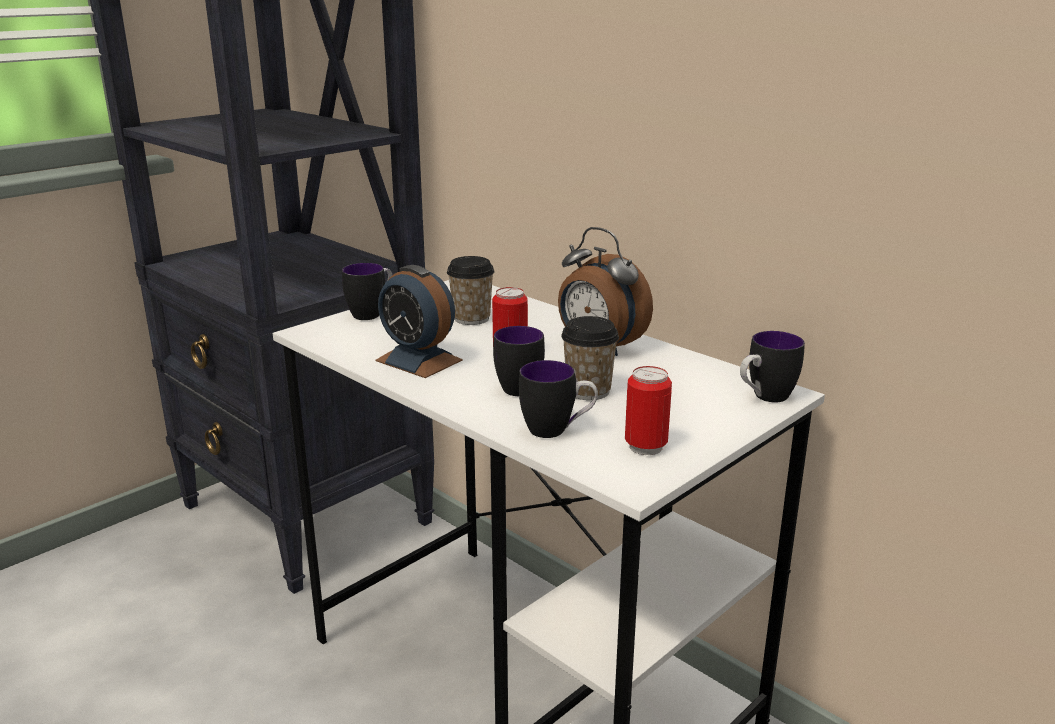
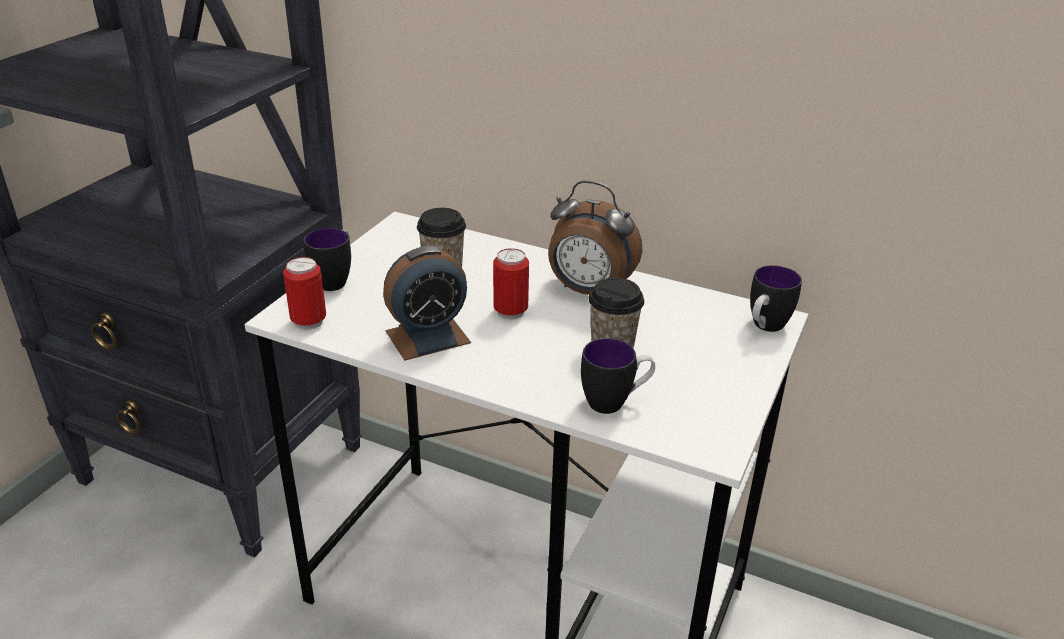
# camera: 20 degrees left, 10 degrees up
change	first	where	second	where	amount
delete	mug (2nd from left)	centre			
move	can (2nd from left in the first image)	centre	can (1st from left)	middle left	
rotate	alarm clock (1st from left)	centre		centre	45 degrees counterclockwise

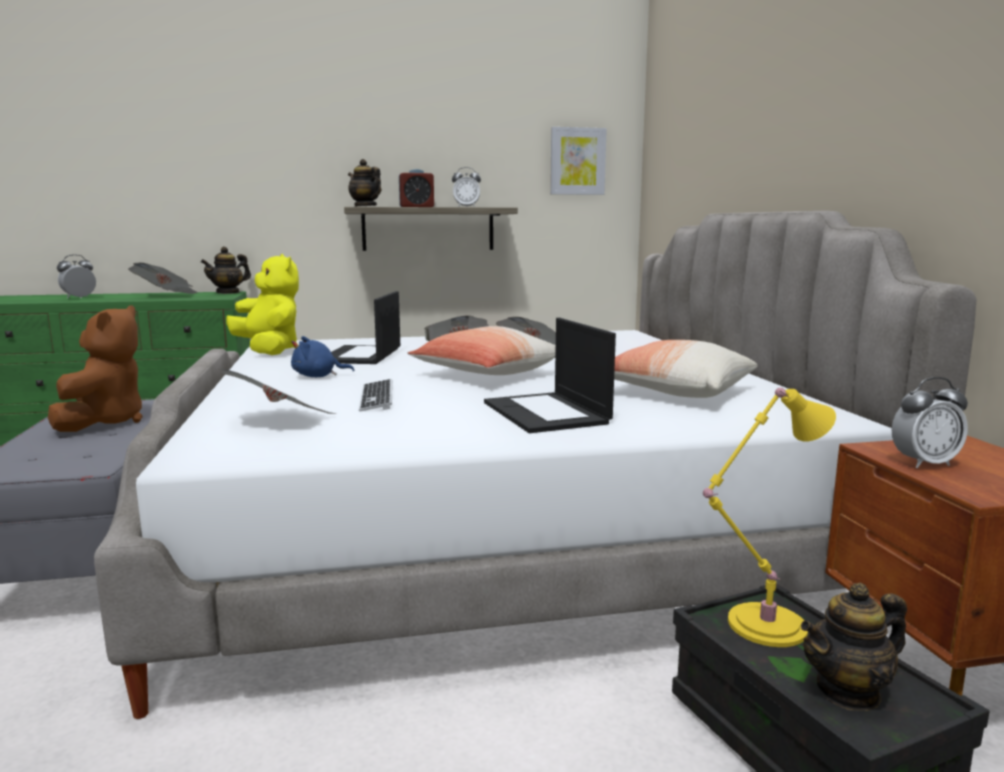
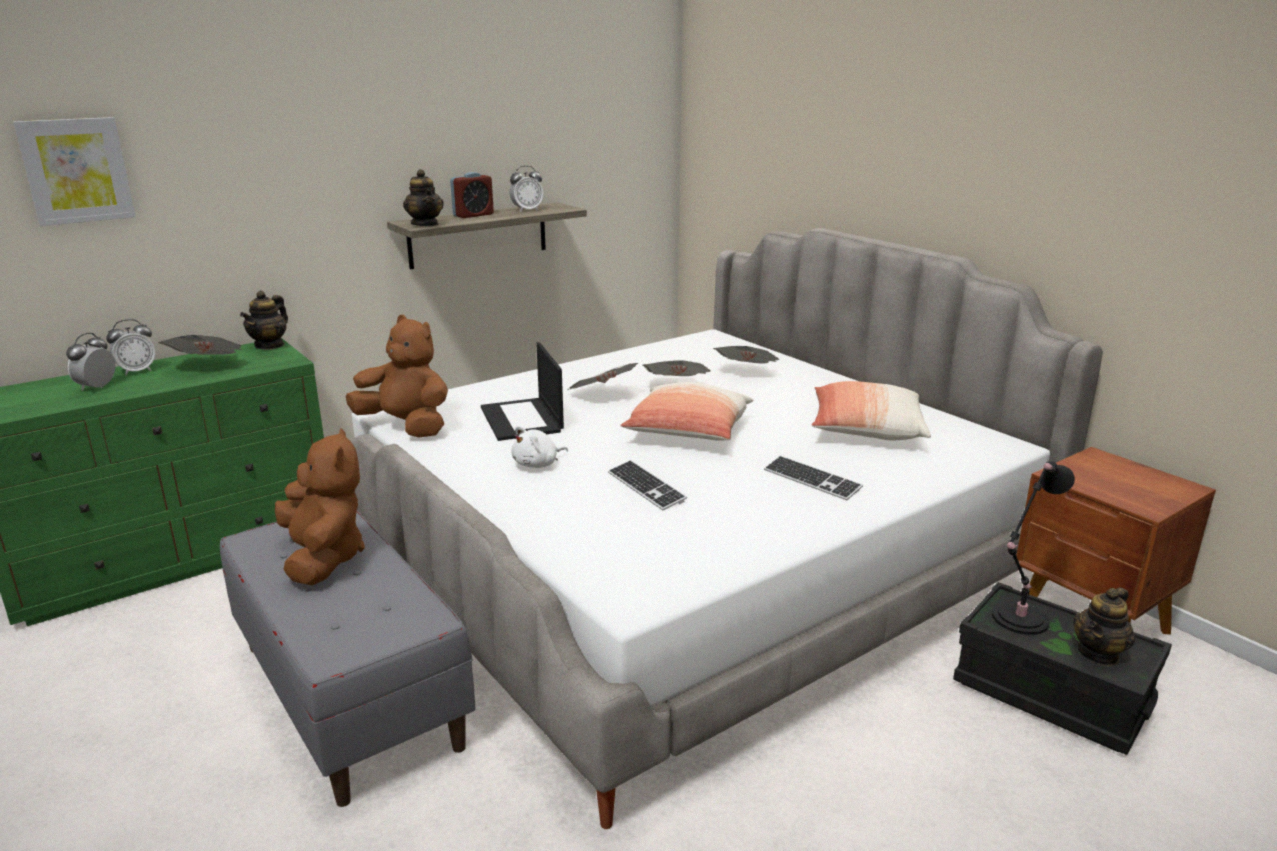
# camera: 25 degrees left, 10 degrees up
change	first	where	second	where	amount
move	newspaper (2nd from left in the first image)	middle left	newspaper (4th from left)	centre	
move	picture	top centre		top left	
move	alarm clock (4th from left in the first image)	middle right	alarm clock (2nd from left)	middle left	
replace	laptop (2nd from left)	centre	keyboard (2nd from left)	centre	
recolor	plush toy (yellow)	middle left	plush toy (brown) (2nd from left)	middle left	
recolor	plush toy (blue)	middle left	plush toy (white)	centre	
recolor	table lamp (yellow)	bottom right	table lamp (black)	middle right	
rotate	teapot (2nd from left)	top centre		top left	135 degrees counterclockwise

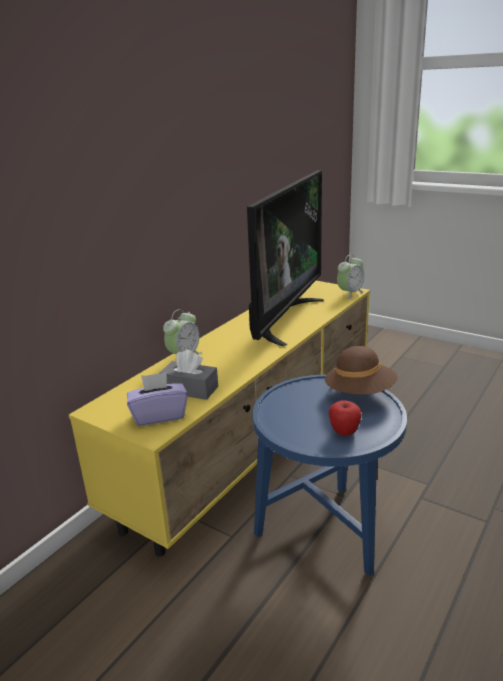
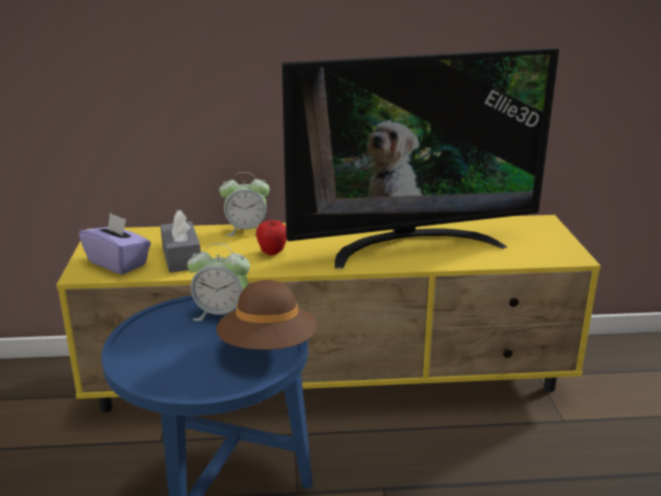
# camera: 50 degrees right, 0 degrees up
change	first	where	second	where	amount
move	apple	middle right		centre	
move	alarm clock (2nd from left in the first image)	middle right	alarm clock (1st from left)	middle left	

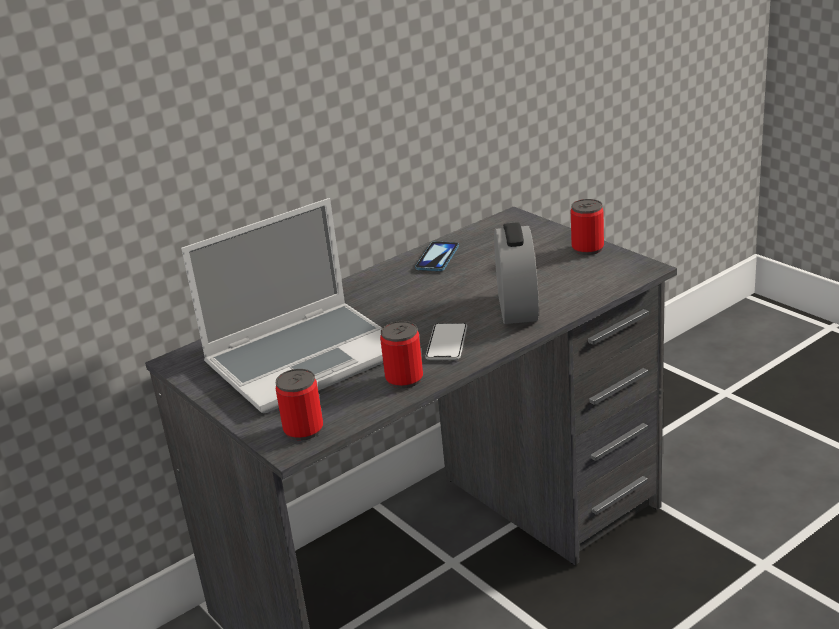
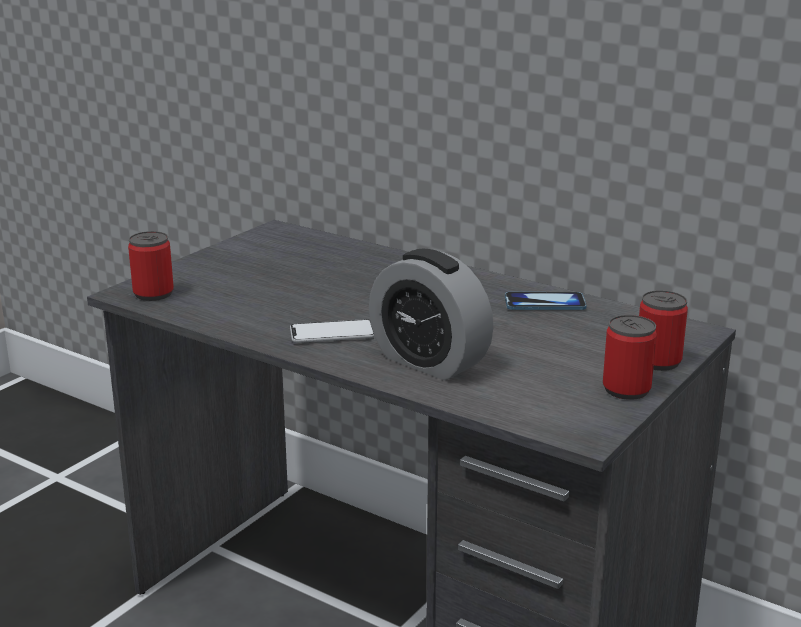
# camera: 70 degrees right, 5 degrees down
change	first	where	second	where	amount
delete	laptop	centre			
move	can (2nd from left in the first image)	centre	can (3rd from left)	middle right	
rotate	alarm clock	centre		centre	60 degrees clockwise

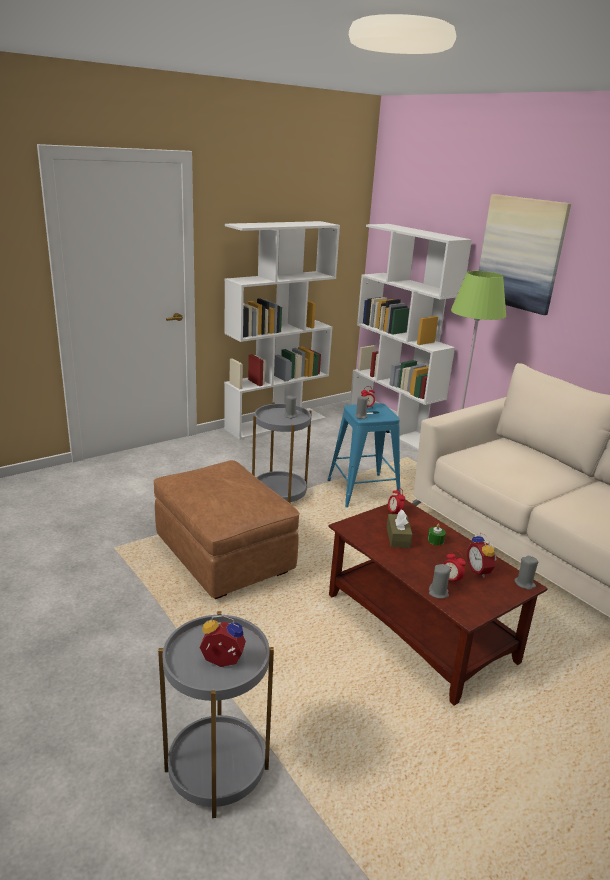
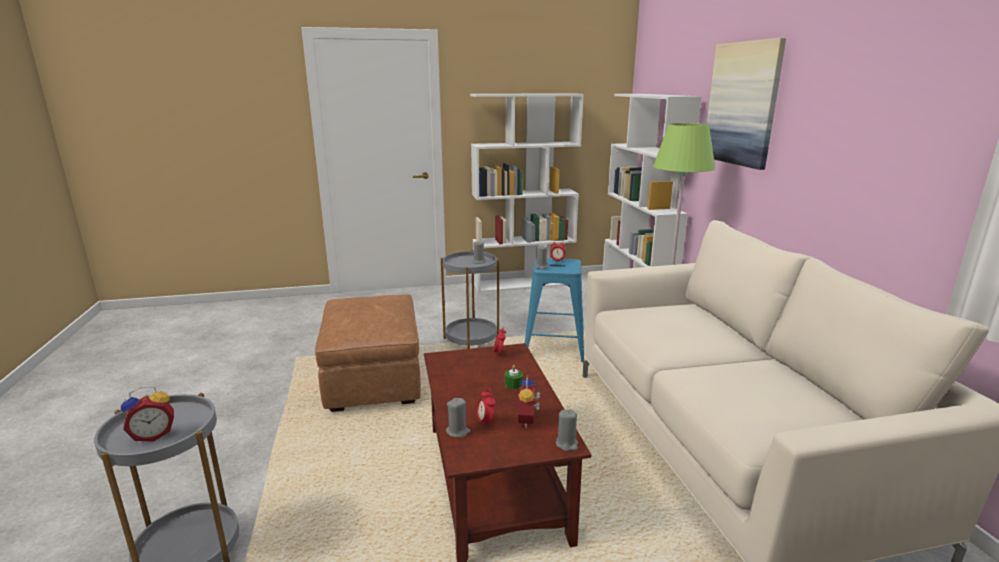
# camera: 25 degrees right, 5 degrees down
change	first	where	second	where	amount
delete	tissue box (brown)	centre			
rotate	alarm clock (1st from left)	bottom centre		bottom left	120 degrees clockwise

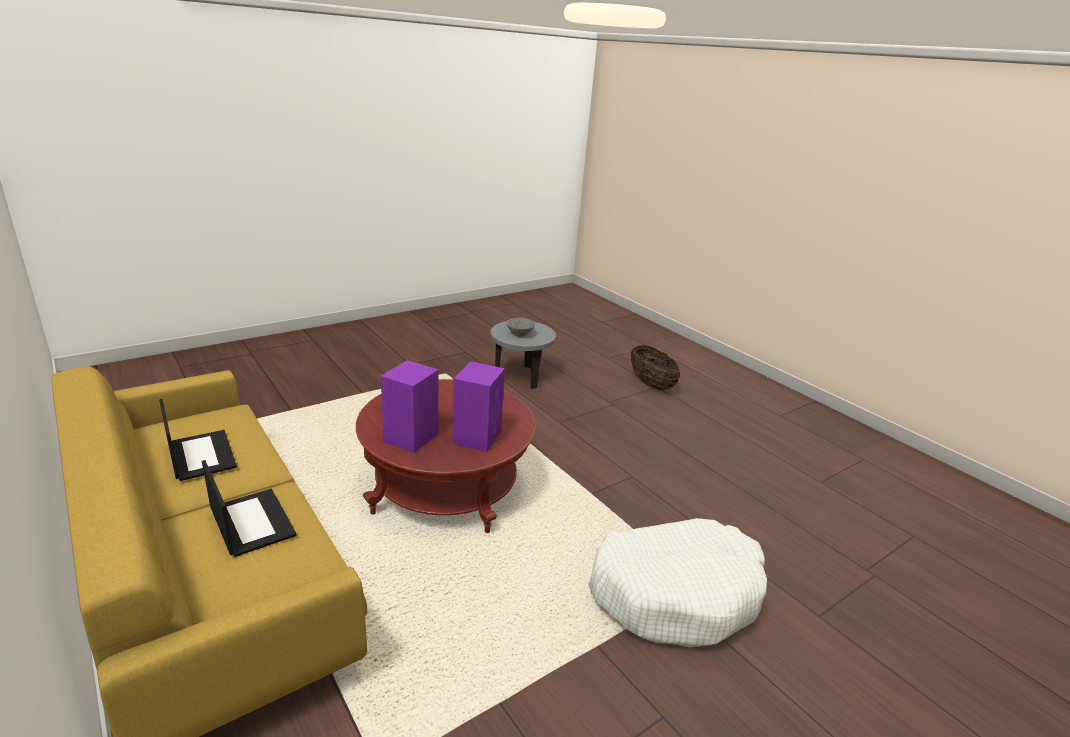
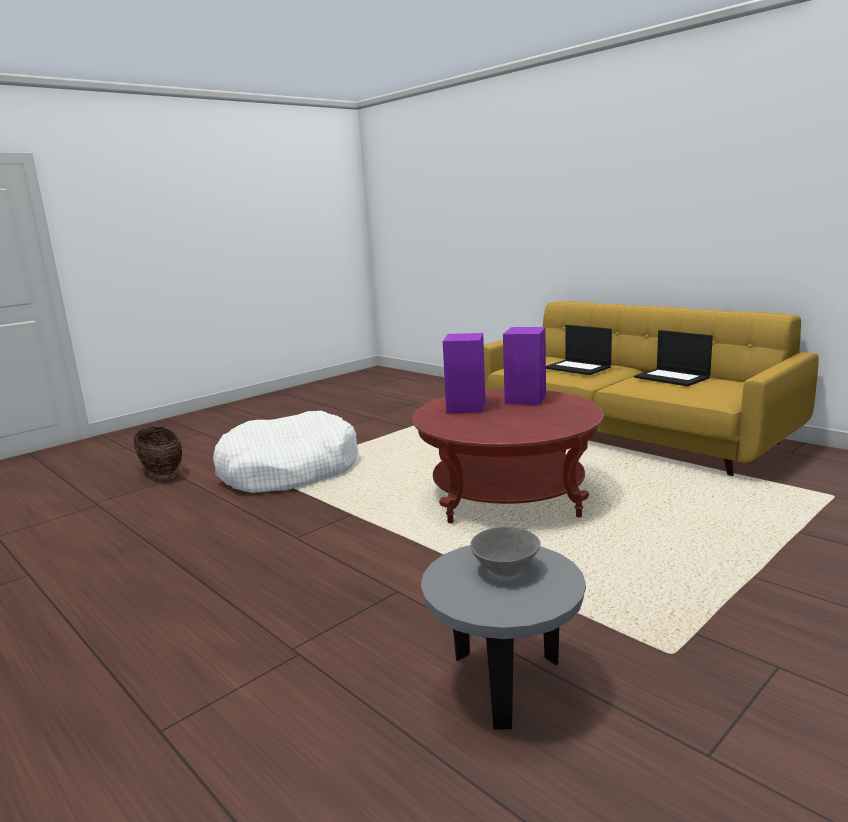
# camera: 175 degrees right, 10 degrees down
change	first	where	second	where	amount
move	basket	centre		middle left	

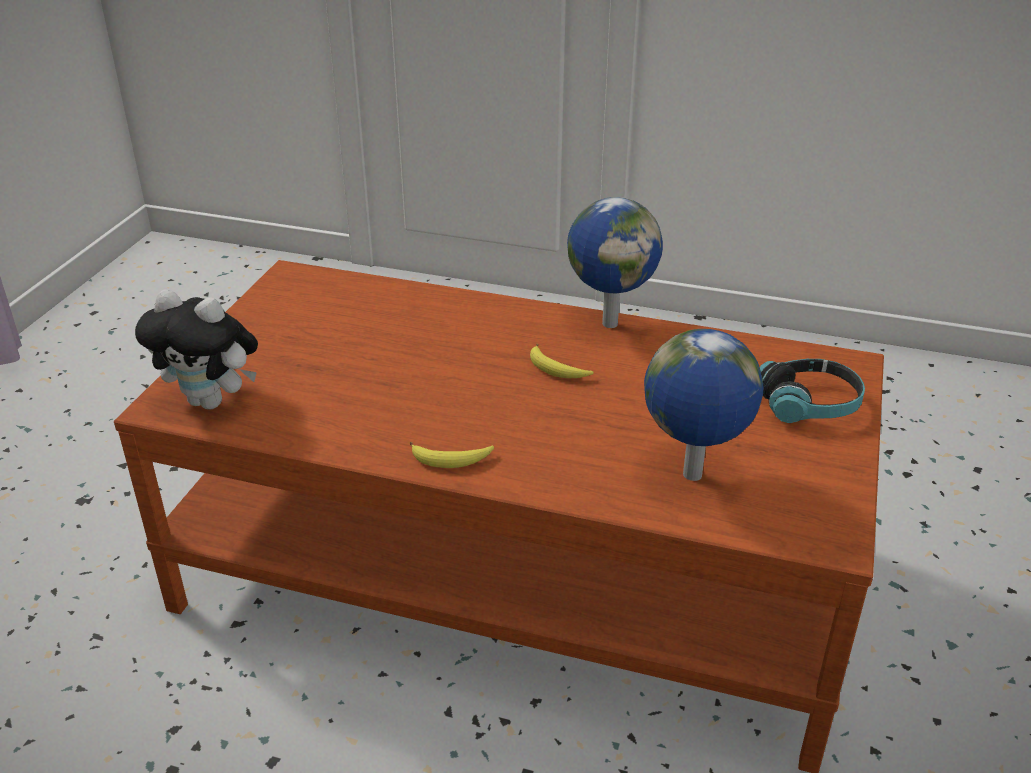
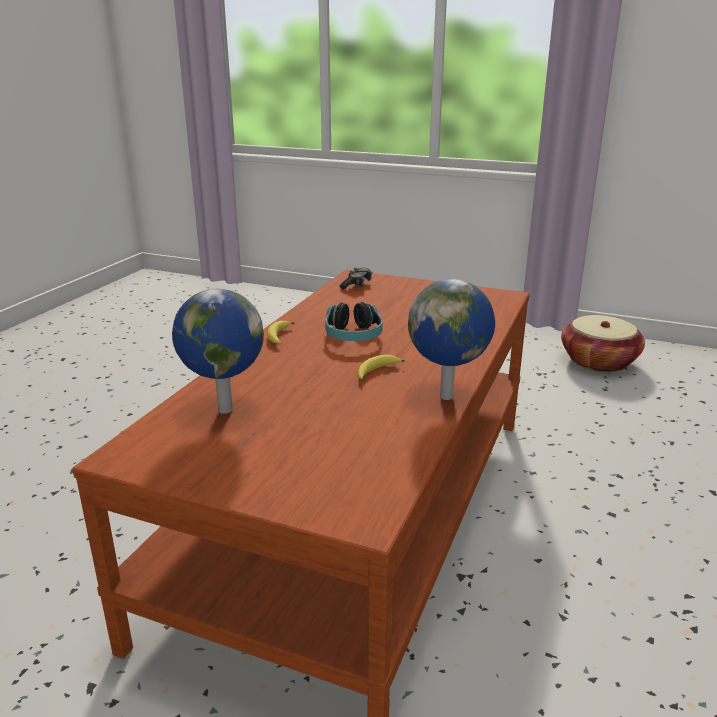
# camera: 95 degrees right, 10 degrees down
change	first	where	second	where	amount
insert			basket	middle right	
move	headphones	middle right		centre	
replace	plush toy	middle left	game controller	centre	

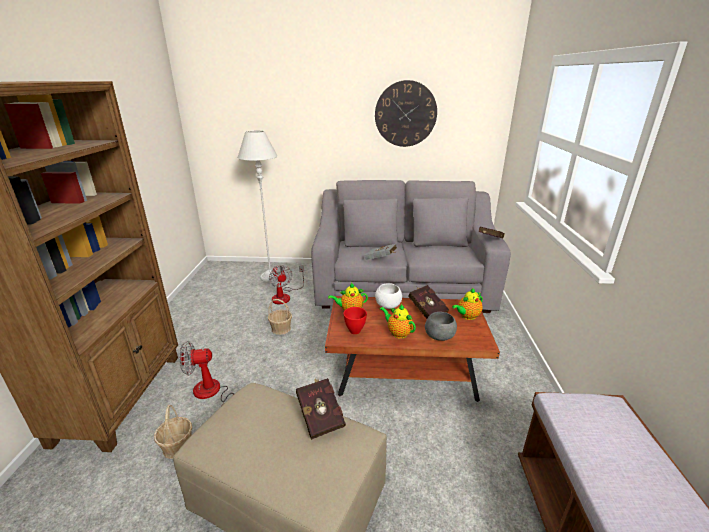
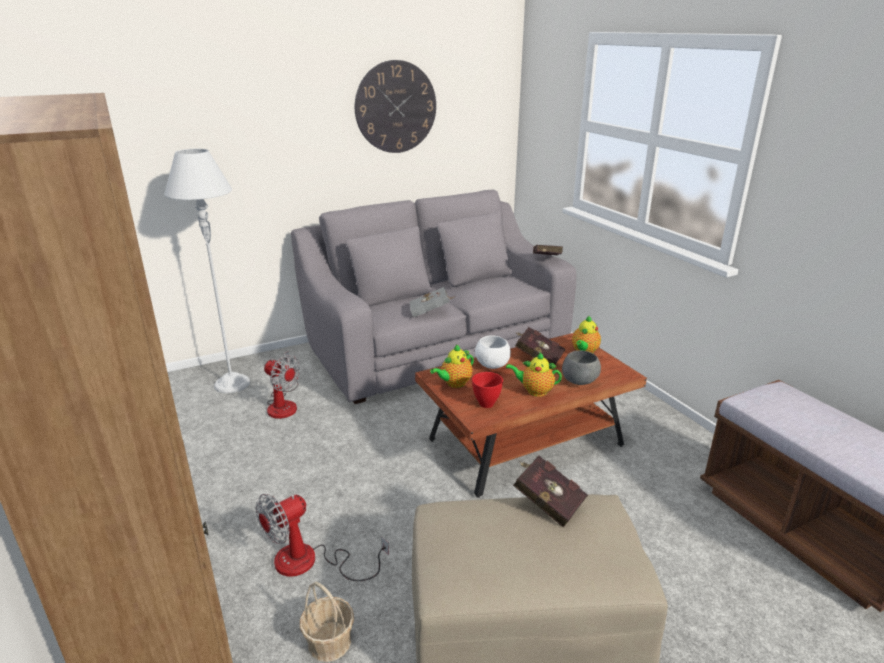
# camera: 30 degrees left, 0 degrees up
change	first	where	second	where	amount
delete	basket (2nd from left)	centre			

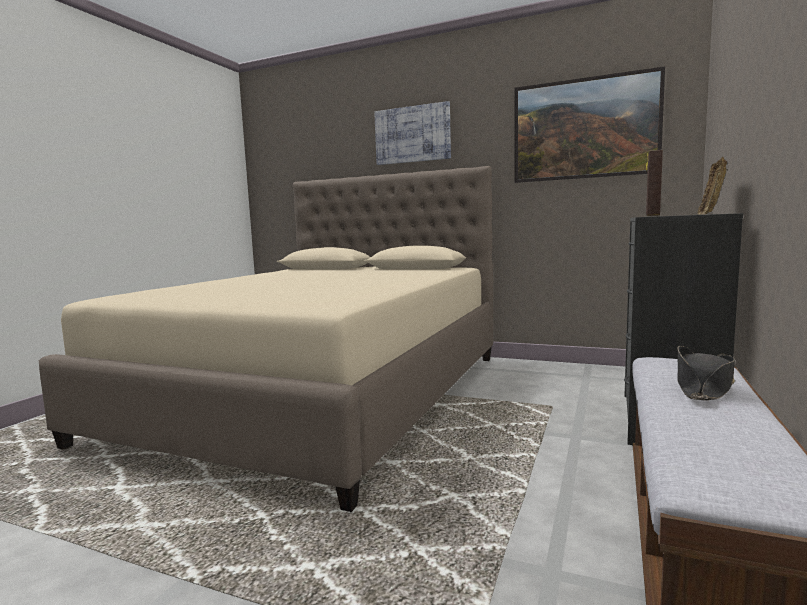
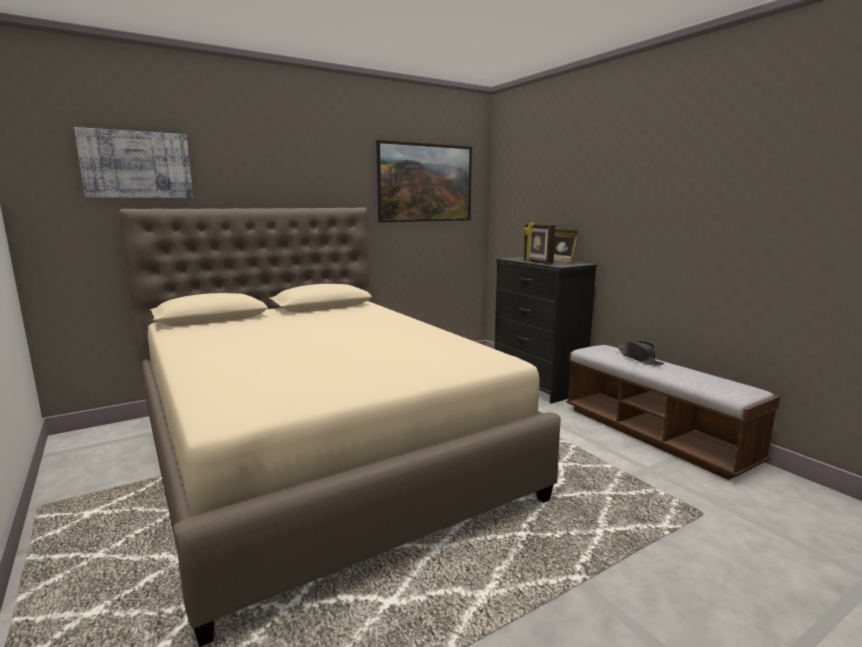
# camera: 55 degrees left, 5 degrees up
change	first	where	second	where	amount
move	picture (1st from left)	top centre		top left	

